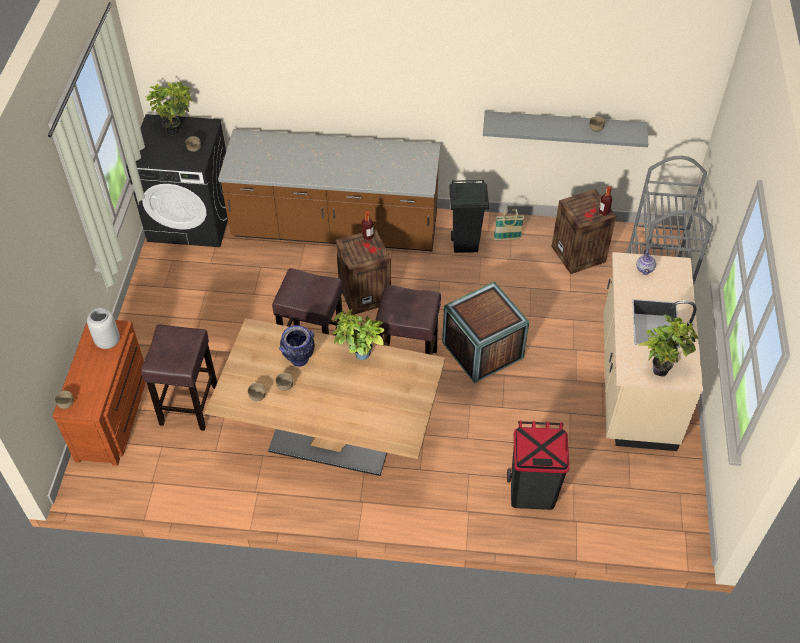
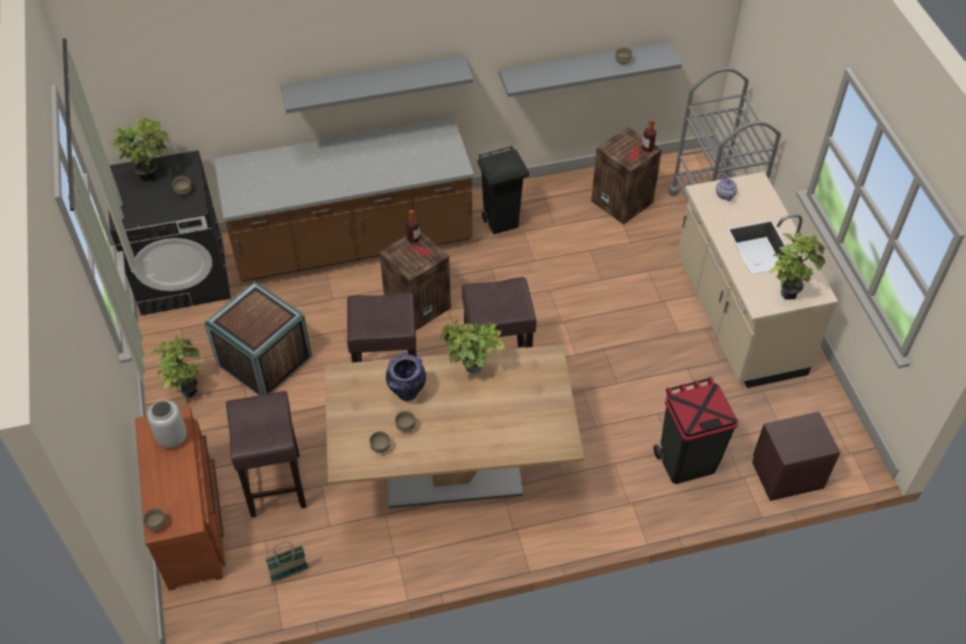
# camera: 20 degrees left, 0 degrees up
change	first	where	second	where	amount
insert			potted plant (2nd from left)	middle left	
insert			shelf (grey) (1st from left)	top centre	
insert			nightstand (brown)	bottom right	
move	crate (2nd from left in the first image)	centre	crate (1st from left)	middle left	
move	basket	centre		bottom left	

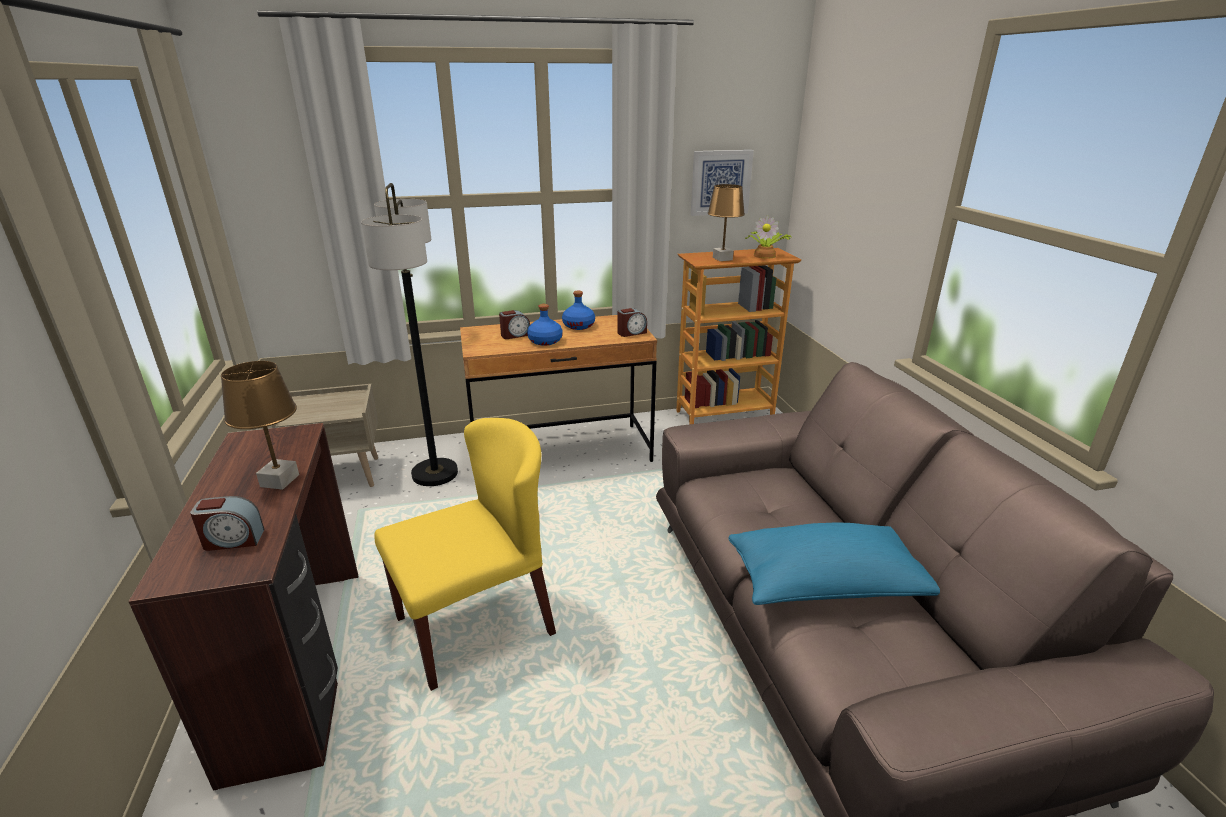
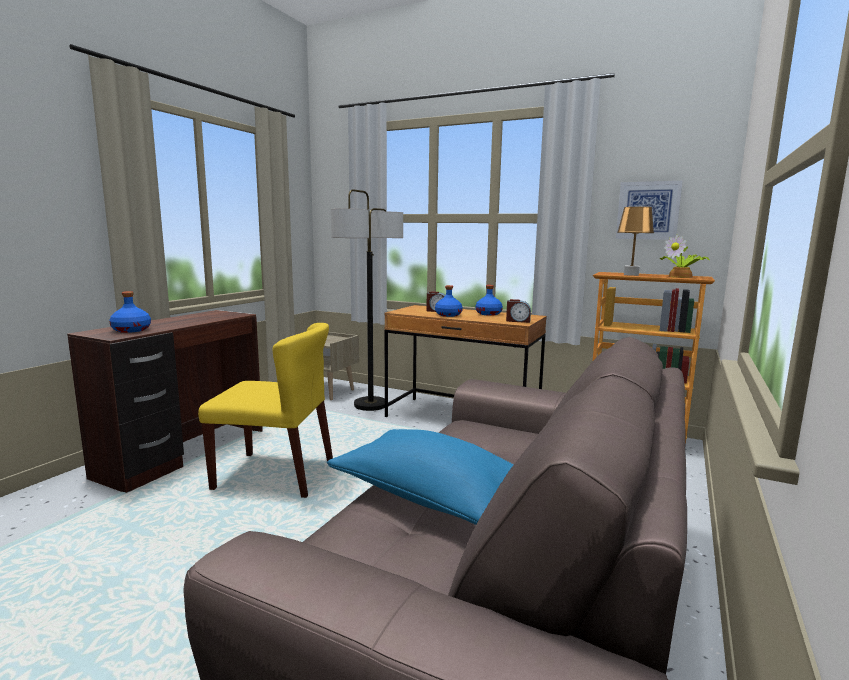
# camera: 40 degrees right, 15 degrees down
change	first	where	second	where	amount
delete	table lamp (brown) (1st from left)	middle left			
replace	alarm clock (1st from left)	middle left	bottle (blue) (1st from left)	middle left	

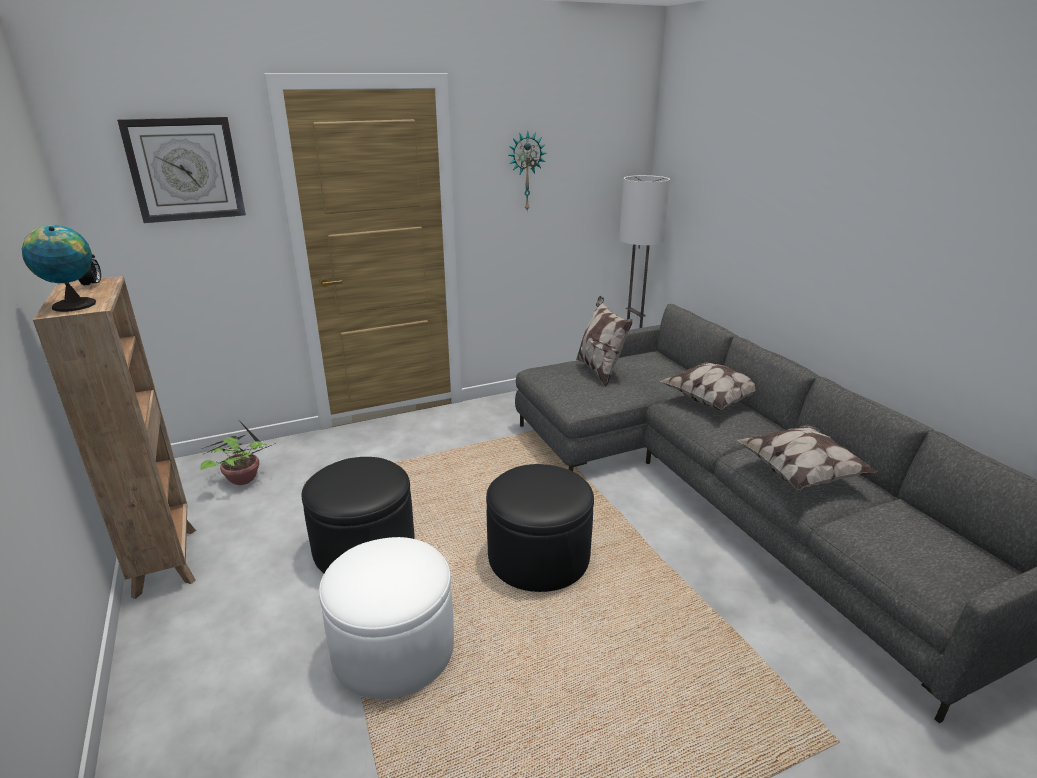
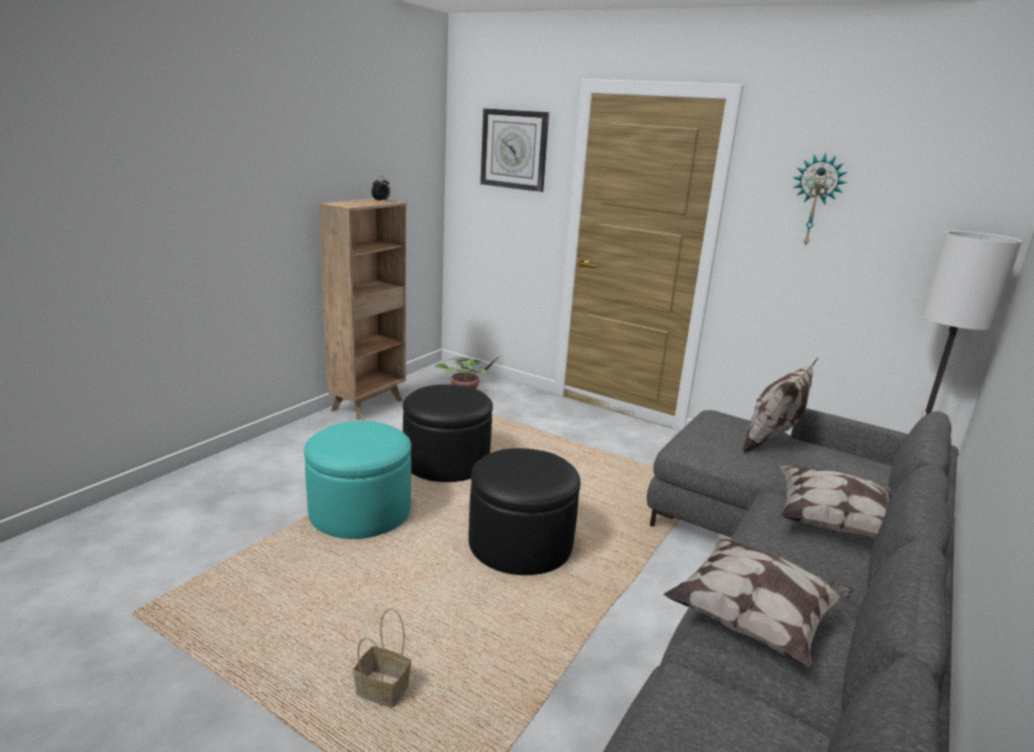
# camera: 55 degrees right, 5 degrees down
change	first	where	second	where	amount
delete	globe	middle left			
insert			basket	bottom centre	
recolor	ottoman (white)	bottom centre	ottoman (turquoise)	centre	

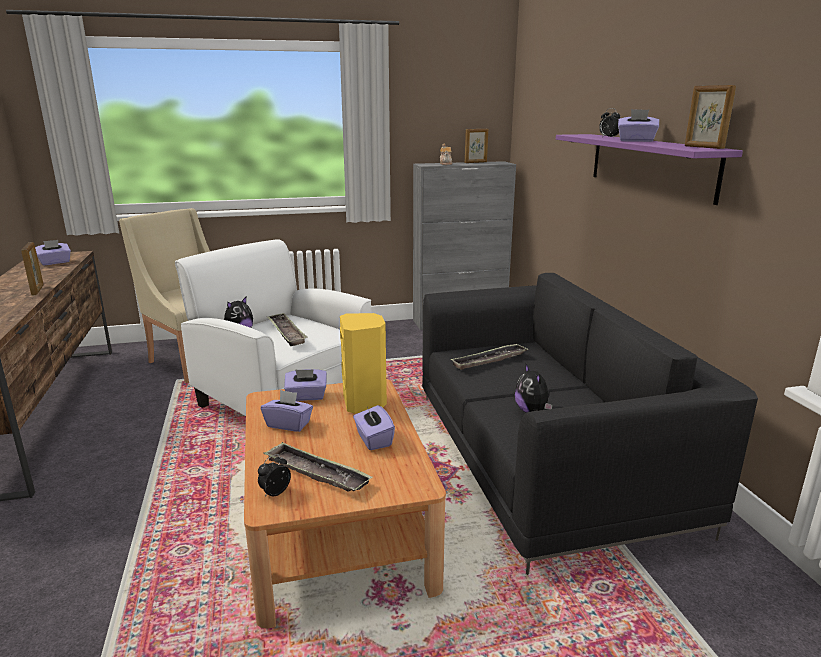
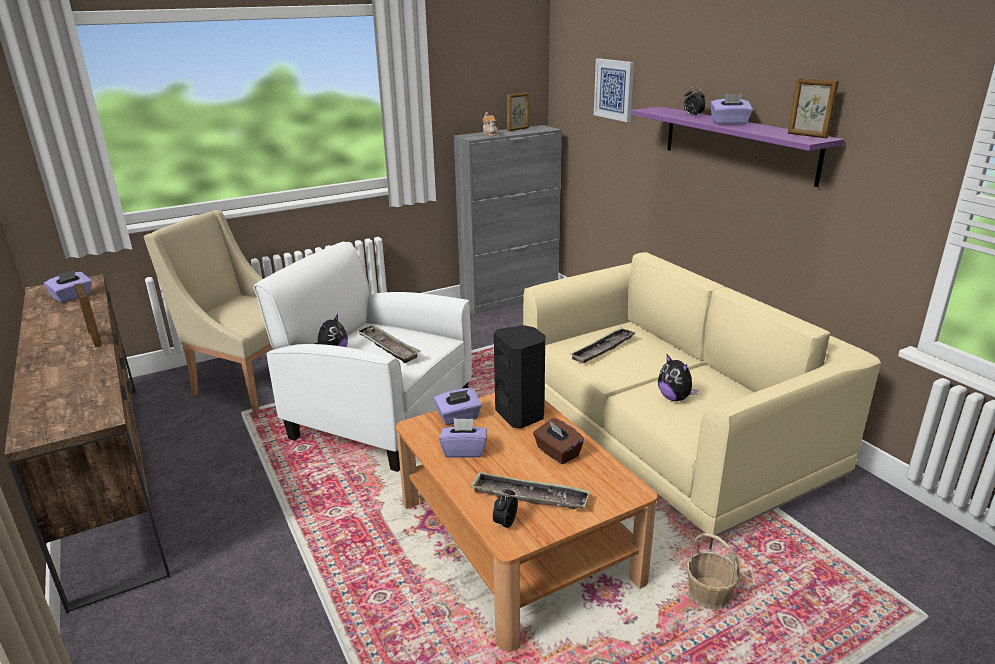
# camera: 15 degrees left, 5 degrees up
change	first	where	second	where	amount
insert			picture	top centre	
insert			basket	bottom right	
recolor	speaker (yellow)	centre	speaker (black)	centre	
recolor	tissue box (purple) (4th from left)	centre	tissue box (brown)	centre	
recolor	sofa (black)	middle right	sofa (beige)	middle right	

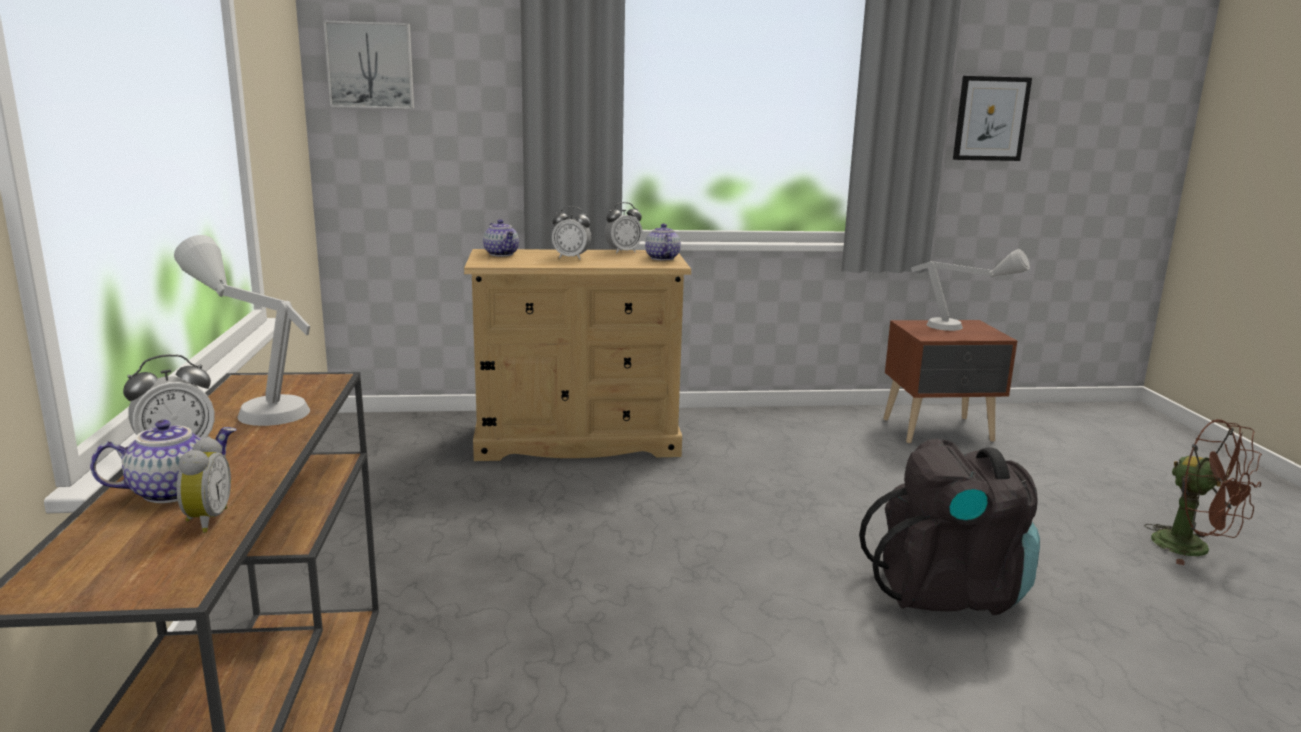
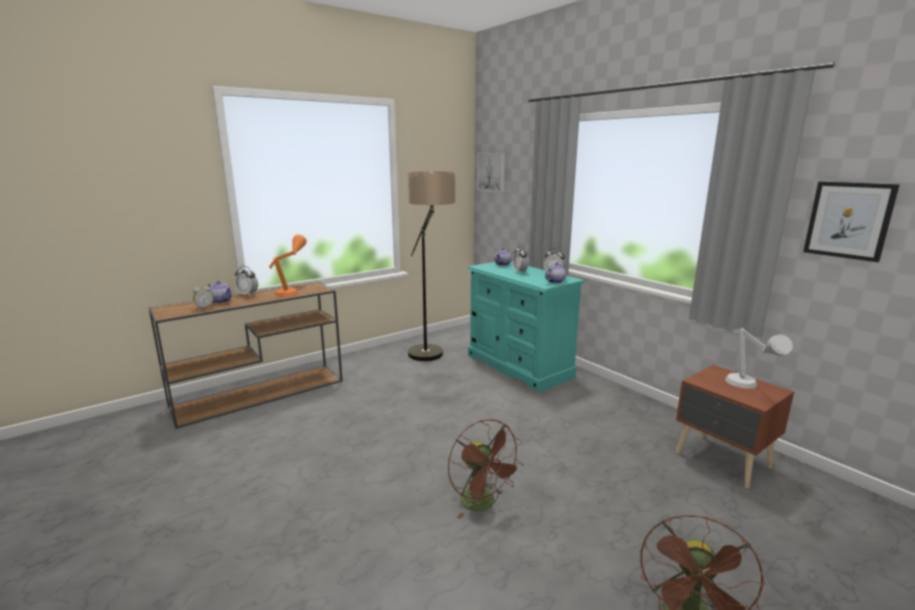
# camera: 60 degrees right, 0 degrees up
change	first	where	second	where	amount
insert			floor lamp	centre	
replace	backpack (black)	bottom right	fan (brown) (1st from left)	bottom centre	
recolor	table lamp (grey) (1st from left)	middle left	table lamp (orange)	middle left	
recolor	dresser (beige)	centre	dresser (turquoise)	centre	

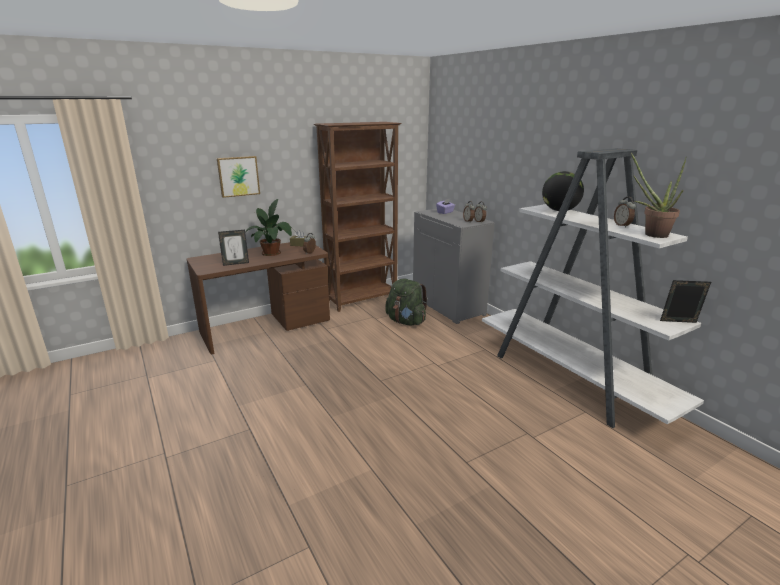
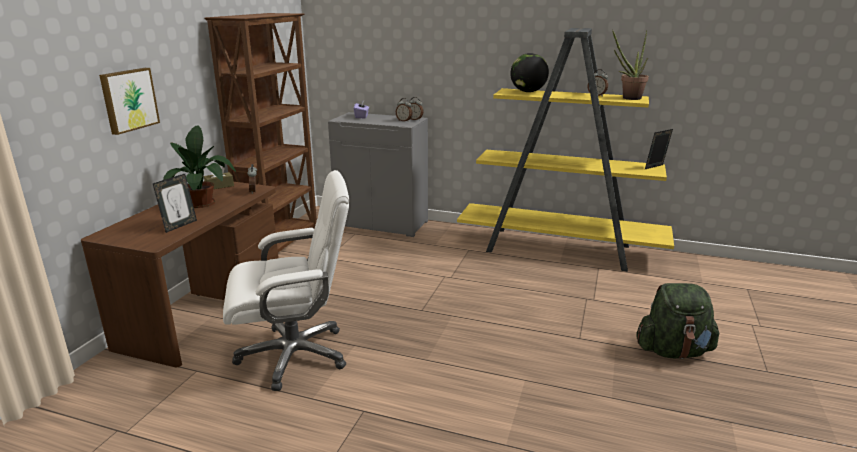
# camera: 40 degrees left, 0 degrees up
change	first	where	second	where	amount
insert			office chair (white)	centre	
move	backpack (green)	centre		bottom right	
recolor	bookcase (white)	middle right	bookcase (yellow)	top centre	

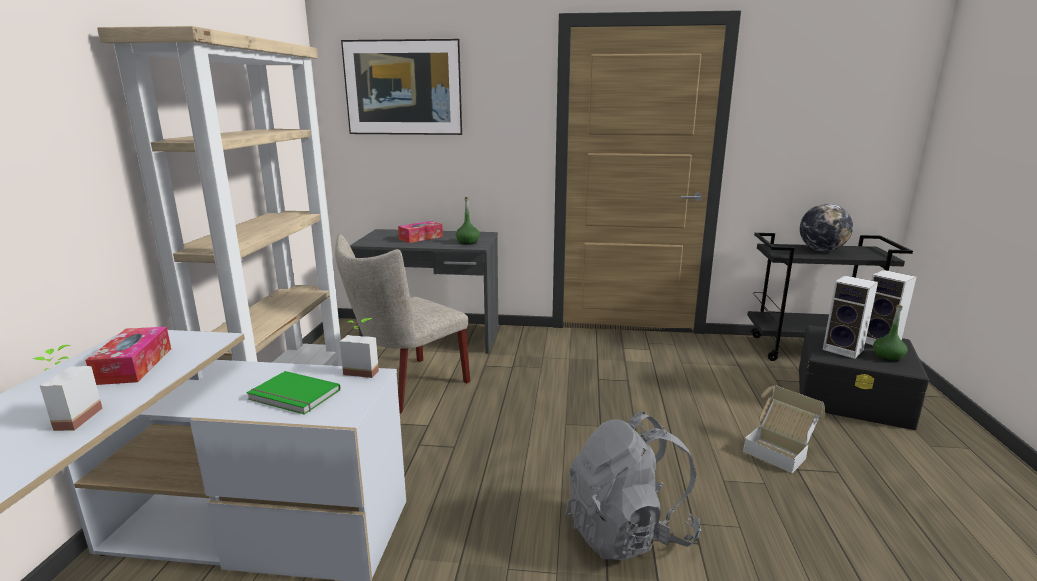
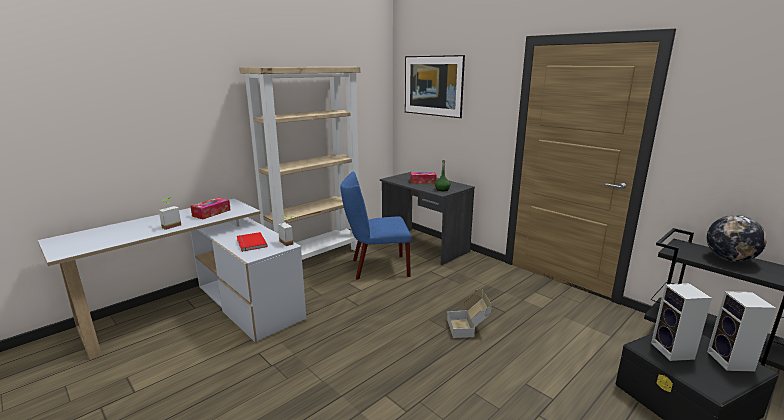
# camera: 40 degrees right, 0 degrees up
change	first	where	second	where	amount
delete	backpack (grey)	bottom centre			
delete	bottle (green) (2nd from left)	middle right			
move	cardboard box	bottom right		bottom centre	
recolor	book (green)	bottom left	book (red)	middle left	
recolor	chair (beige)	centre	chair (blue)	centre	

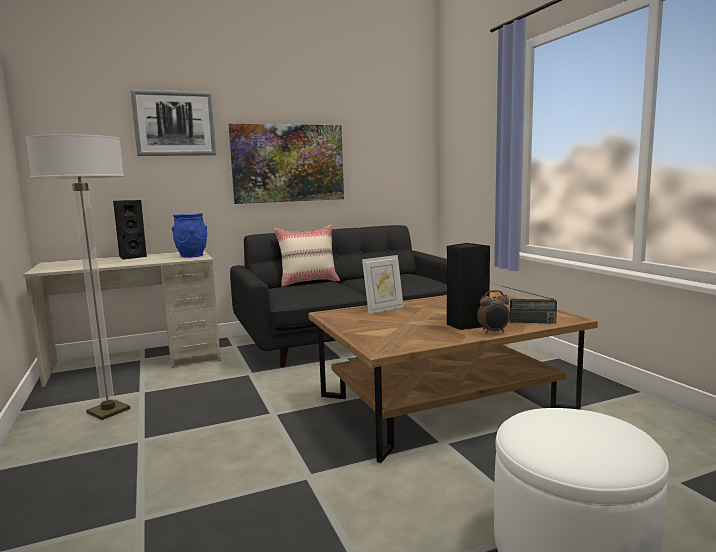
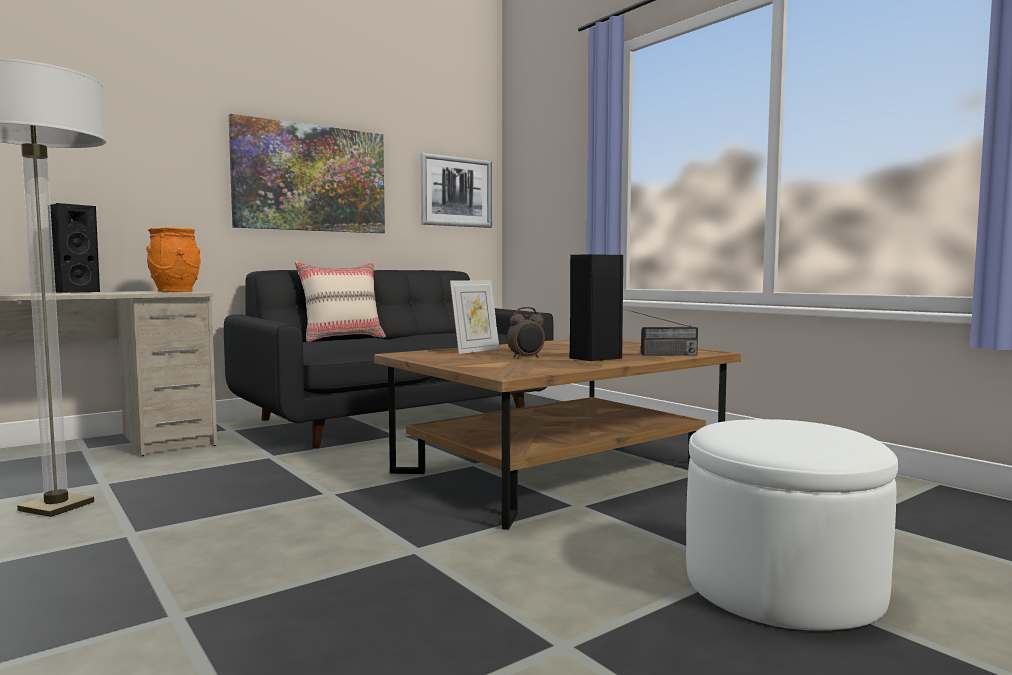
# camera: 15 degrees left, 5 degrees down
change	first	where	second	where	amount
move	picture (1st from left in the first image)	top left	picture (2nd from left)	top centre	
move	alarm clock	middle right		centre	
recolor	vase (blue)	middle left	vase (orange)	middle left	

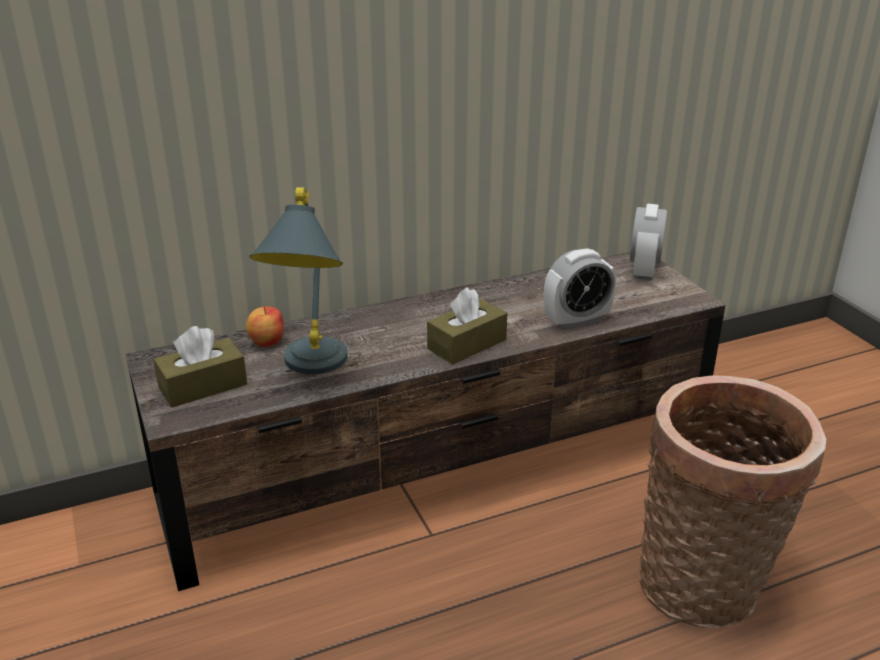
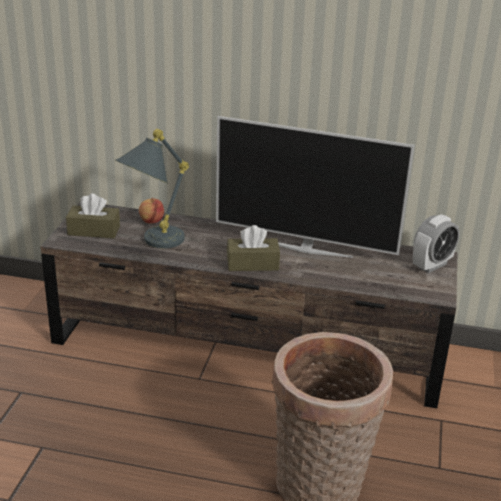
# camera: 35 degrees right, 0 degrees up
change	first	where	second	where	amount
delete	alarm clock (1st from left)	centre			
insert			television	centre	

